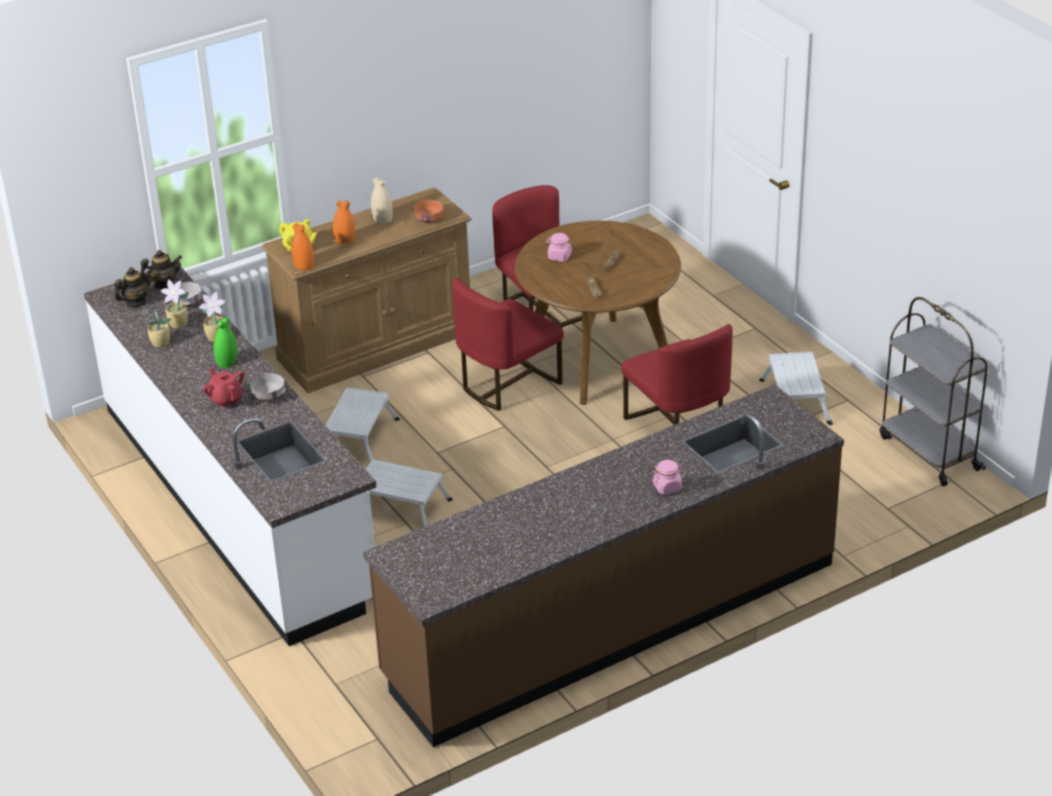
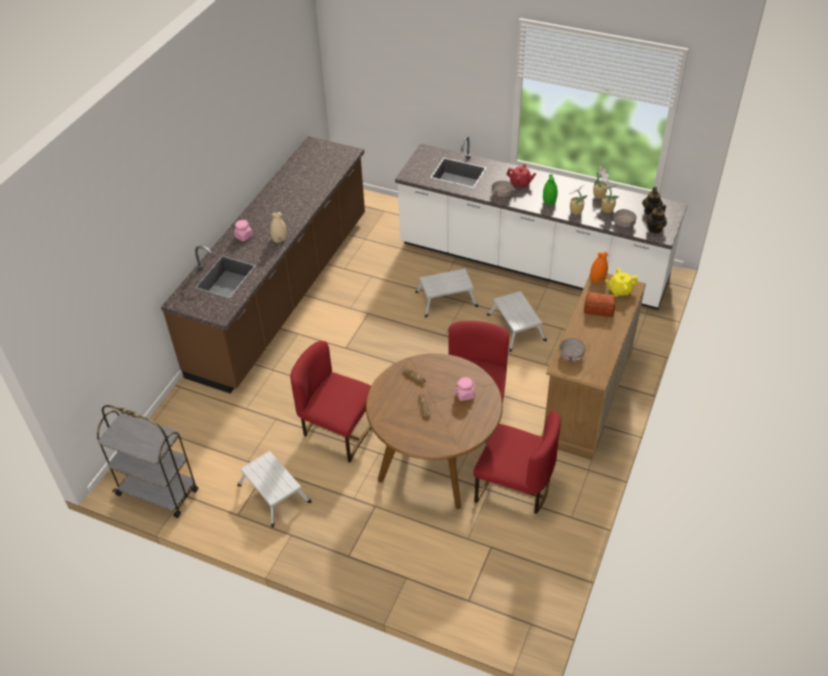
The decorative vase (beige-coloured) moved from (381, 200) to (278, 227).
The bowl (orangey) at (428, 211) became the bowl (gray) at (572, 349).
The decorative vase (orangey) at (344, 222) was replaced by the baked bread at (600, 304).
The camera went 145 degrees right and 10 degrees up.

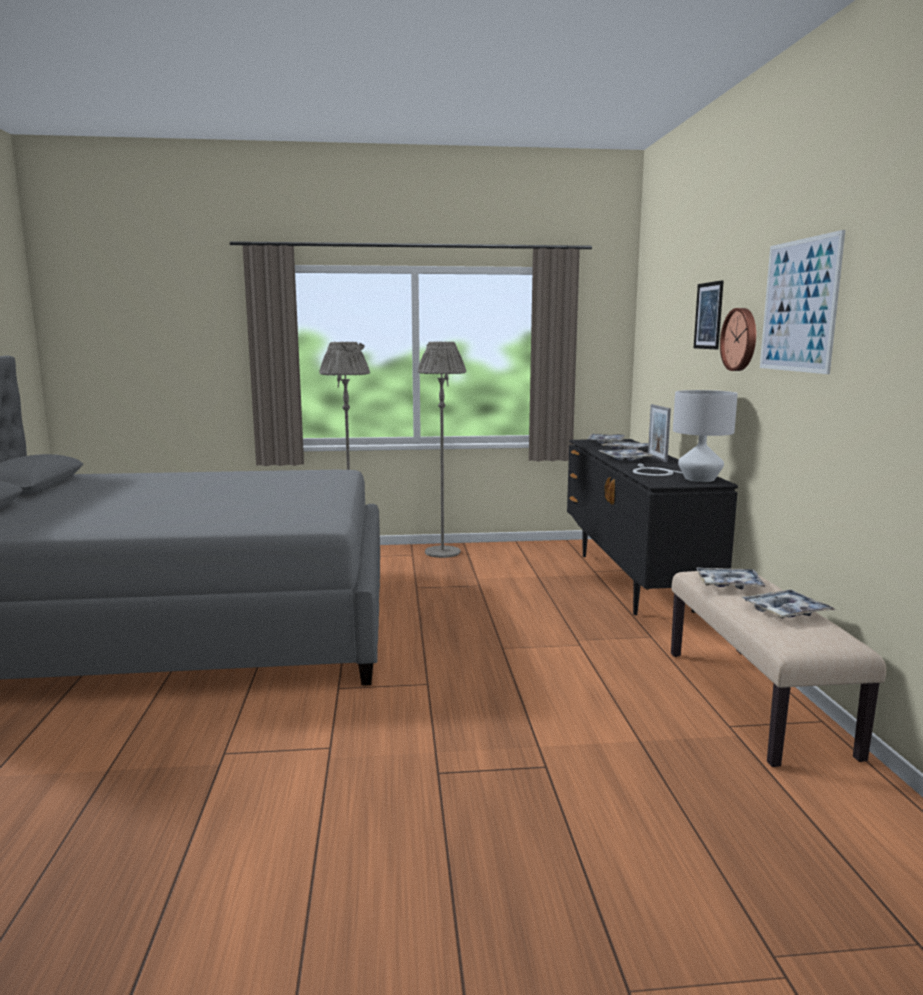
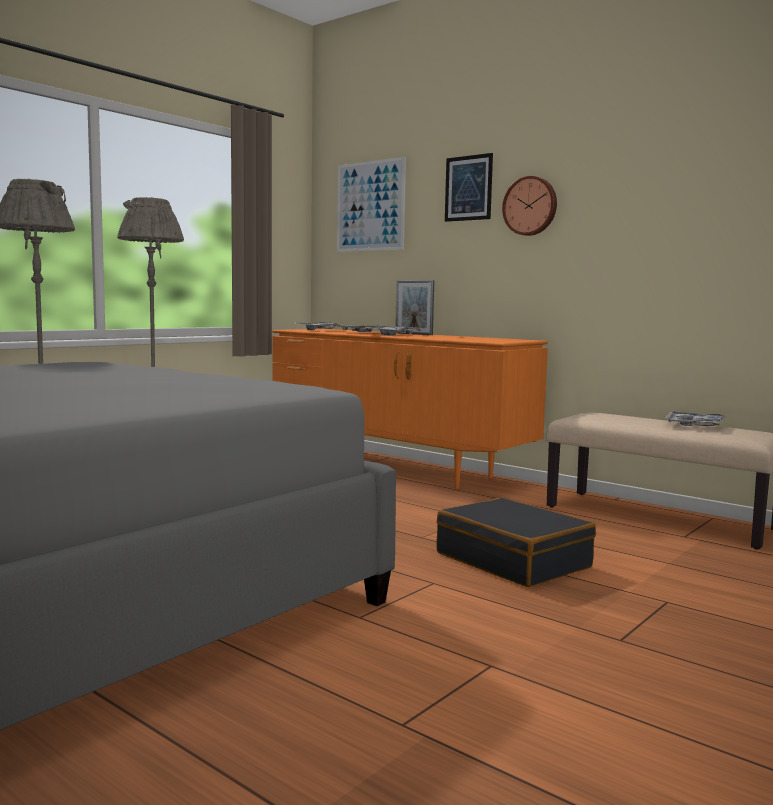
The drawer chest (black) at (652, 527) became the drawer chest (orangey) at (410, 409).
The wall art moved from (802, 302) to (371, 204).
The suitcase (black) at (516, 542) appeared.
The table lamp (white-coloured) at (685, 436) disappeared.
The tray at (731, 578) disappeared.
The camera went 45 degrees left and 5 degrees down.

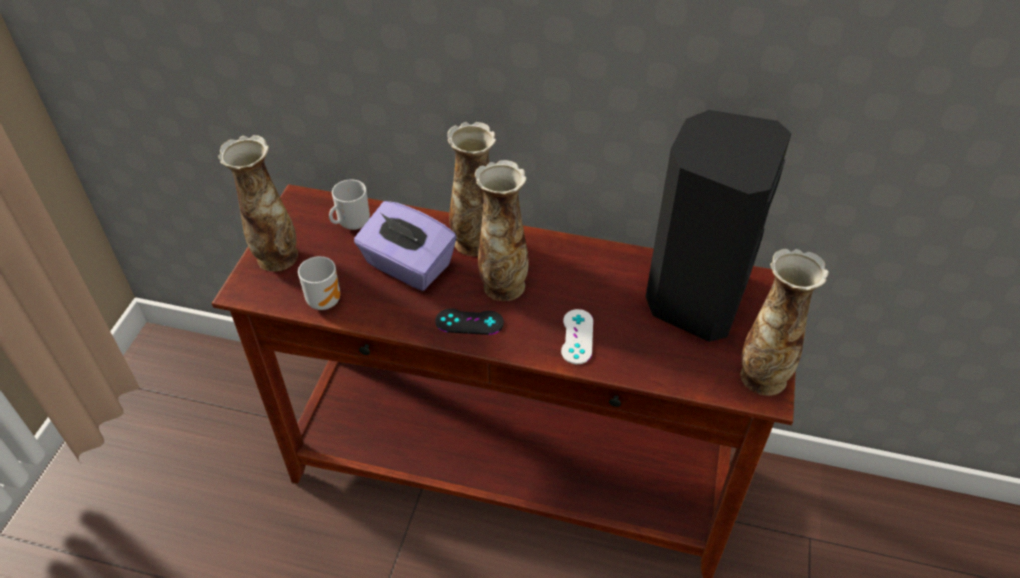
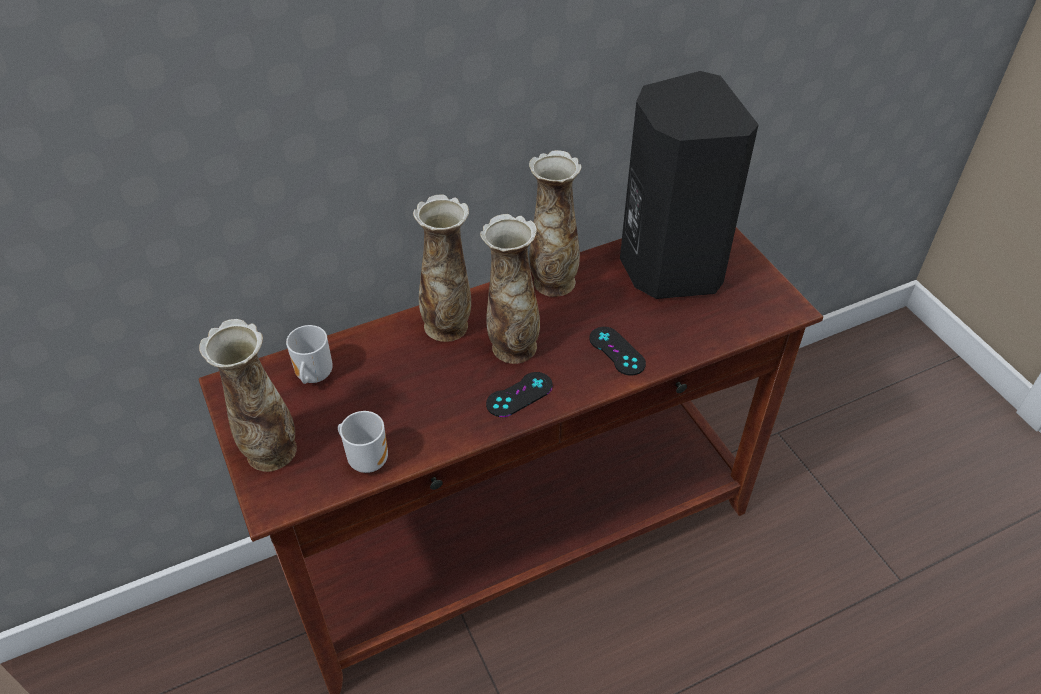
The decorative vase moved from (785, 322) to (555, 223).
The gamepad (white-coloured) at (577, 336) became the gamepad (black) at (617, 351).
The tissue holder (purple-coloured) at (405, 246) disappeared.
The camera went 40 degrees left and 0 degrees up.

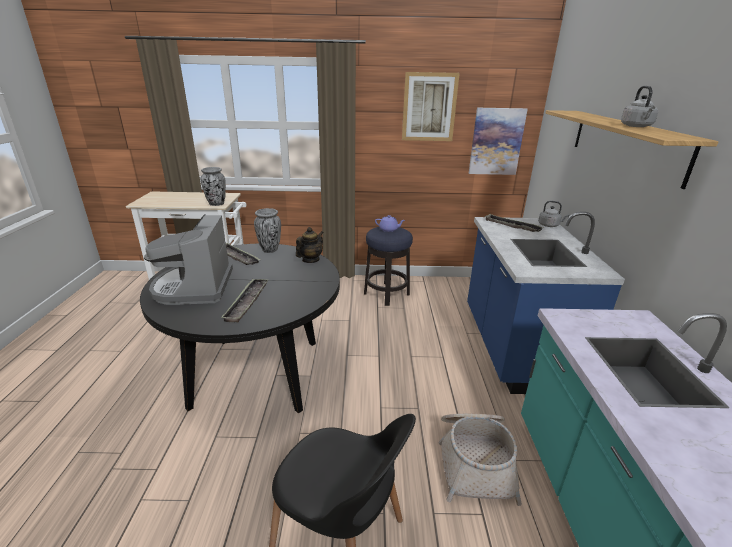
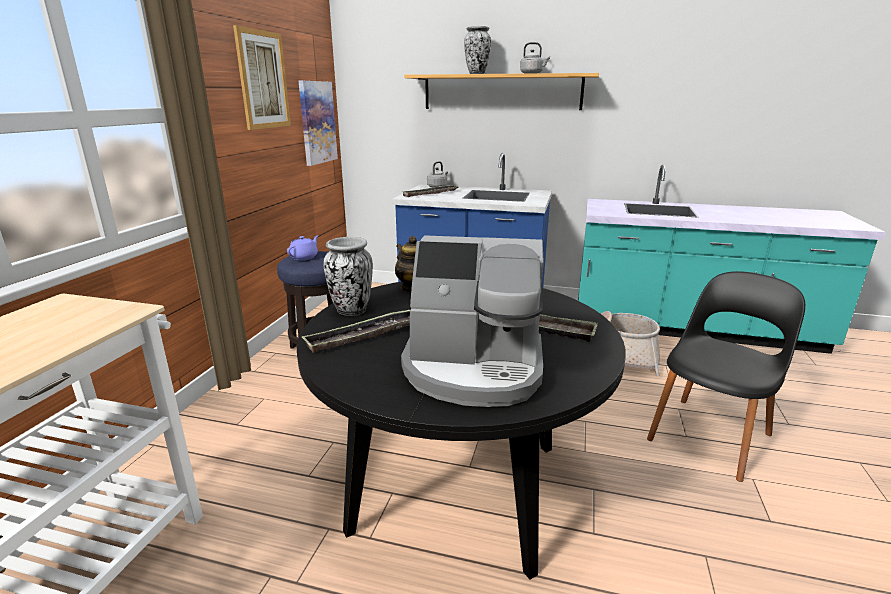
The decorative vase moved from (213, 186) to (477, 50).
The camera went 75 degrees left and 5 degrees down.

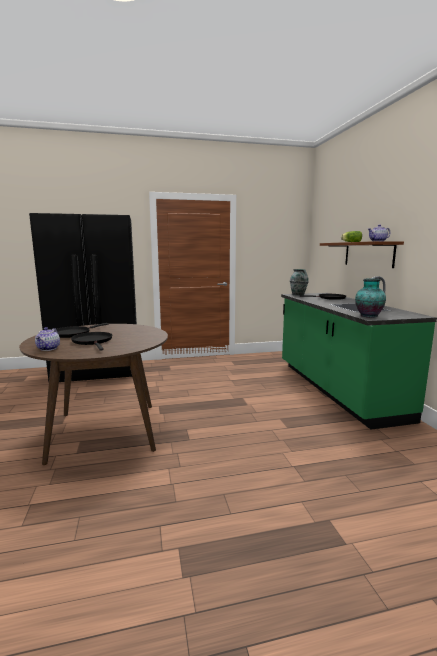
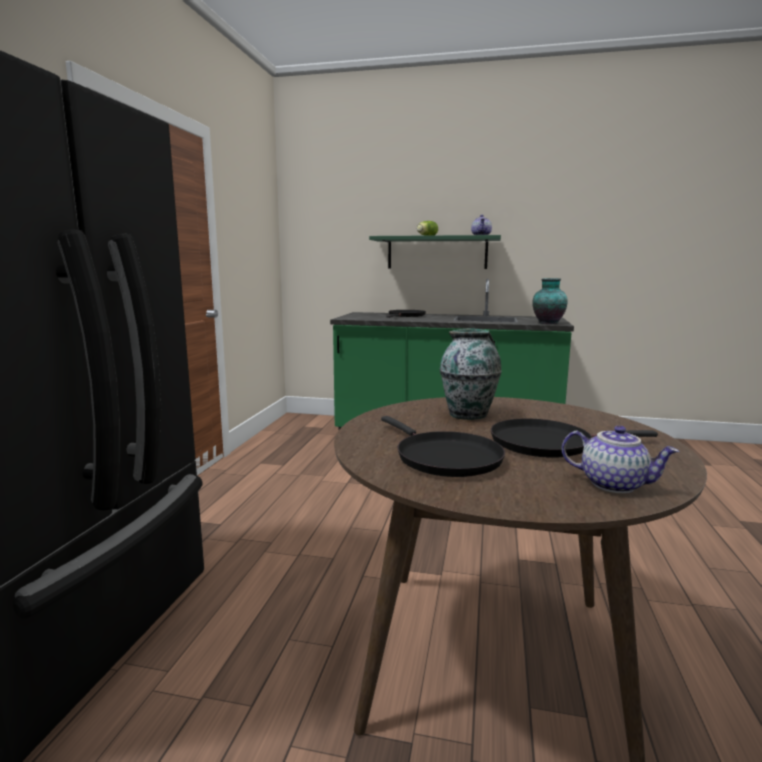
The shelf (brownish) at (362, 254) became the shelf (green-coloured) at (435, 252).
The decorative vase moved from (299, 282) to (471, 374).
The camera went 65 degrees left and 0 degrees up.

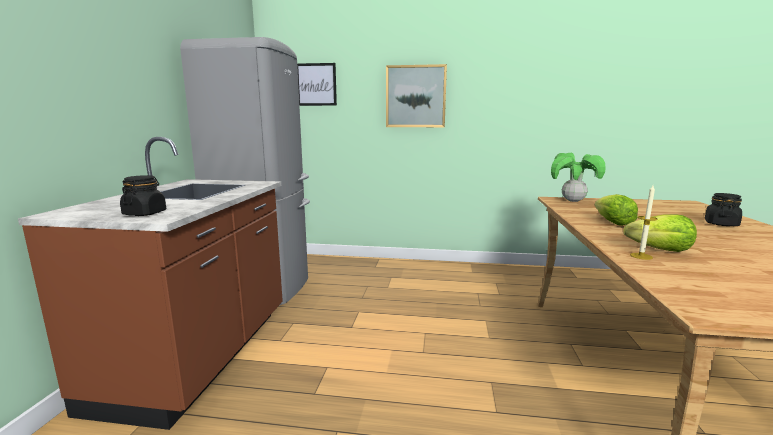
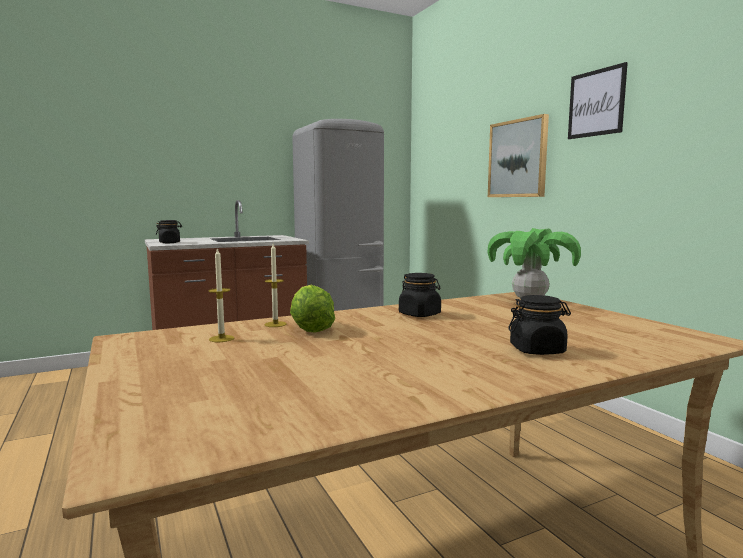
The candle at (221, 295) appeared.
The lettuce head at (616, 210) was replaced by the preserve jar (black) at (420, 295).
The wall art moved from (317, 84) to (598, 100).
The camera went 55 degrees right and 5 degrees down.

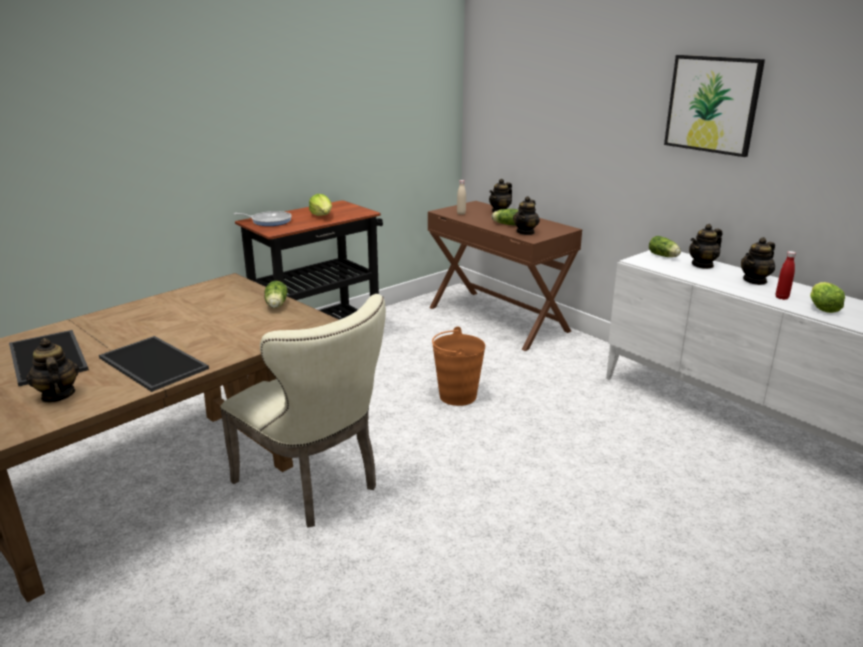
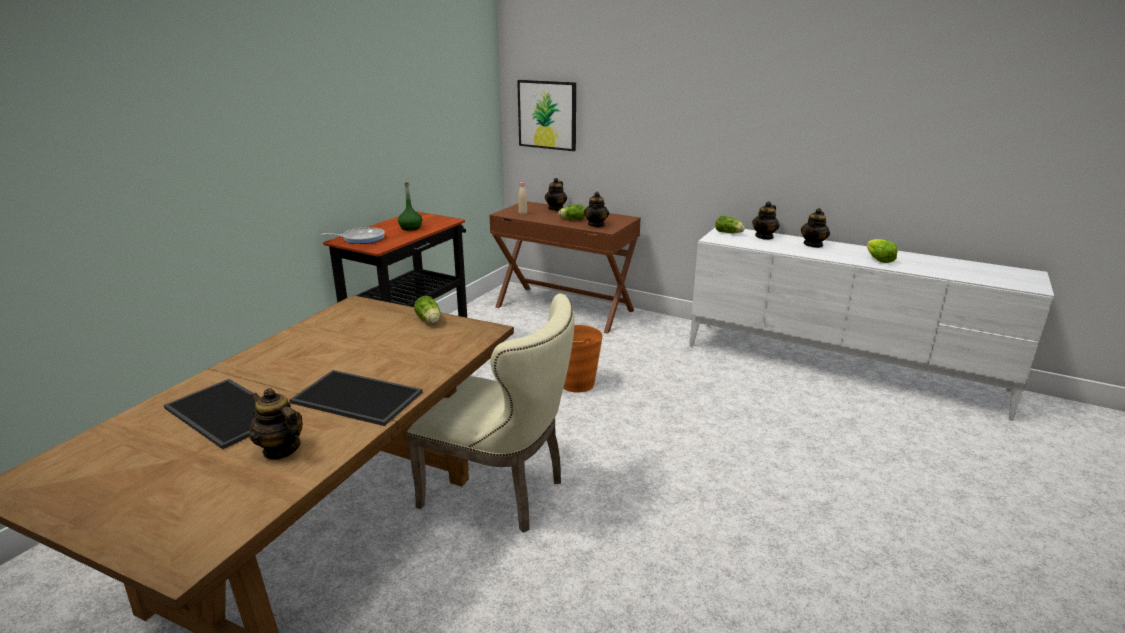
The lettuce head at (320, 205) was replaced by the bottle (green-coloured) at (410, 206).
The wall art moved from (714, 106) to (546, 115).
The bottle (red-coloured) at (786, 275) disappeared.
The camera went 20 degrees left and 0 degrees up.

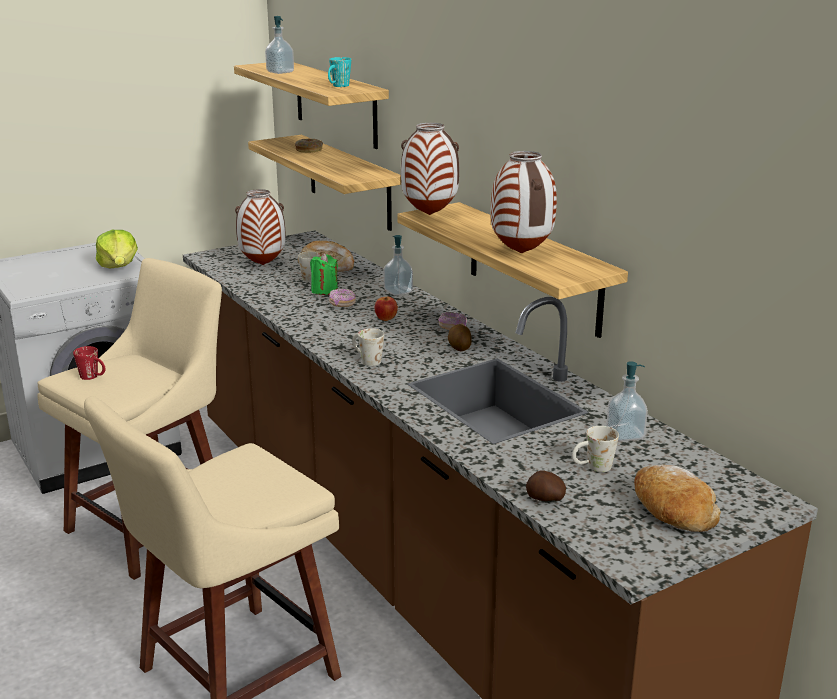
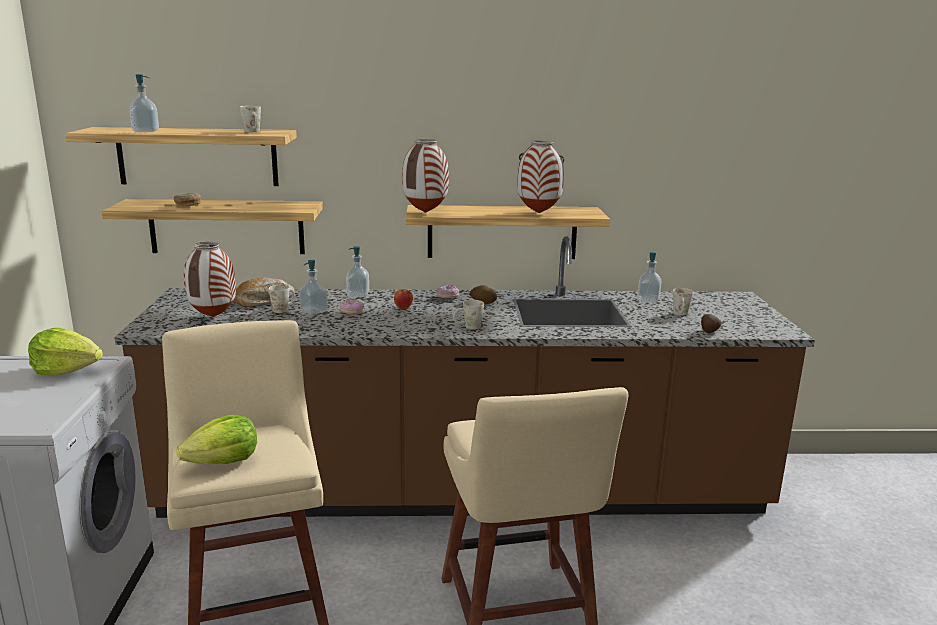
The mug (red-coloured) at (89, 363) was replaced by the lettuce head at (216, 439).
The mug (turquoise-coloured) at (339, 72) became the mug (white-coloured) at (250, 119).
The candle (green-coloured) at (324, 274) was replaced by the soap bottle at (313, 287).
The baked bread at (677, 498) disappeared.
The camera went 60 degrees left and 5 degrees down.

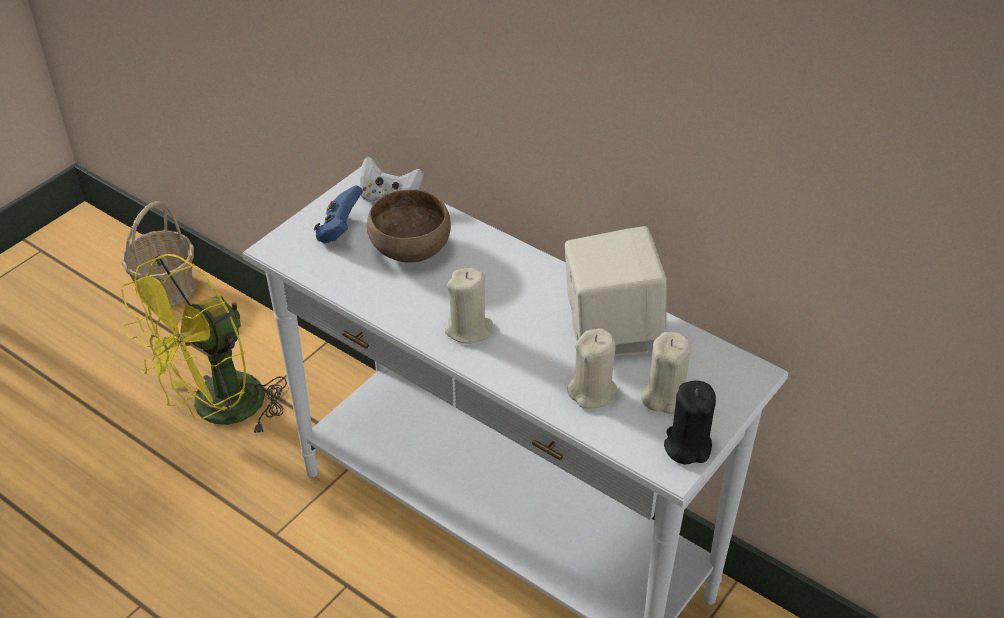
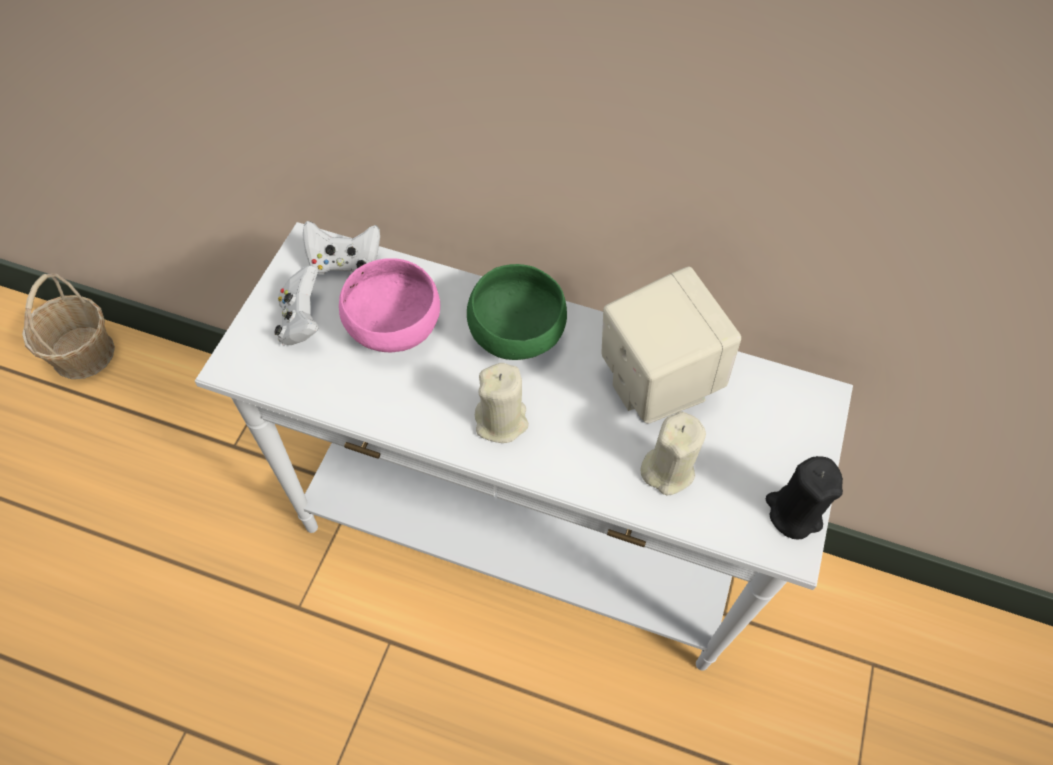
The gamepad (bluish) at (338, 214) became the gamepad (white-coloured) at (297, 305).
The bowl (brownish) at (409, 226) became the bowl (pinkish) at (389, 305).
The bowl (green-coloured) at (517, 312) appeared.
The cooling fan (yellowish) at (204, 345) disappeared.
The candle (beige-coloured) at (666, 373) disappeared.
The camera went 20 degrees left and 15 degrees up.

